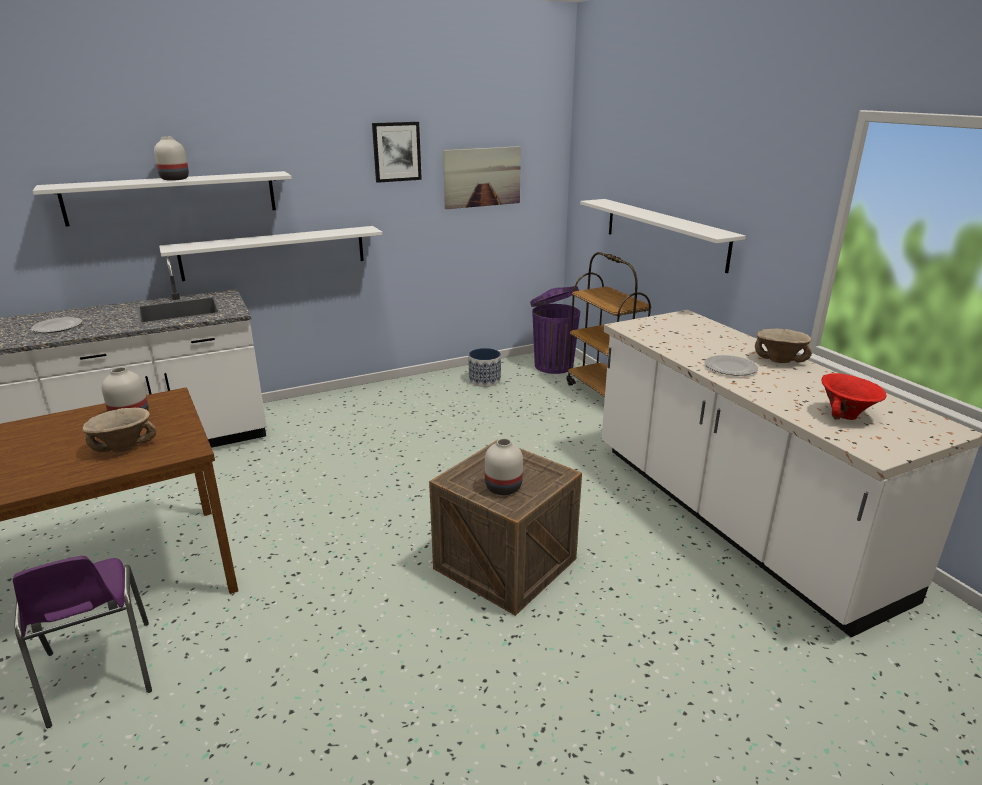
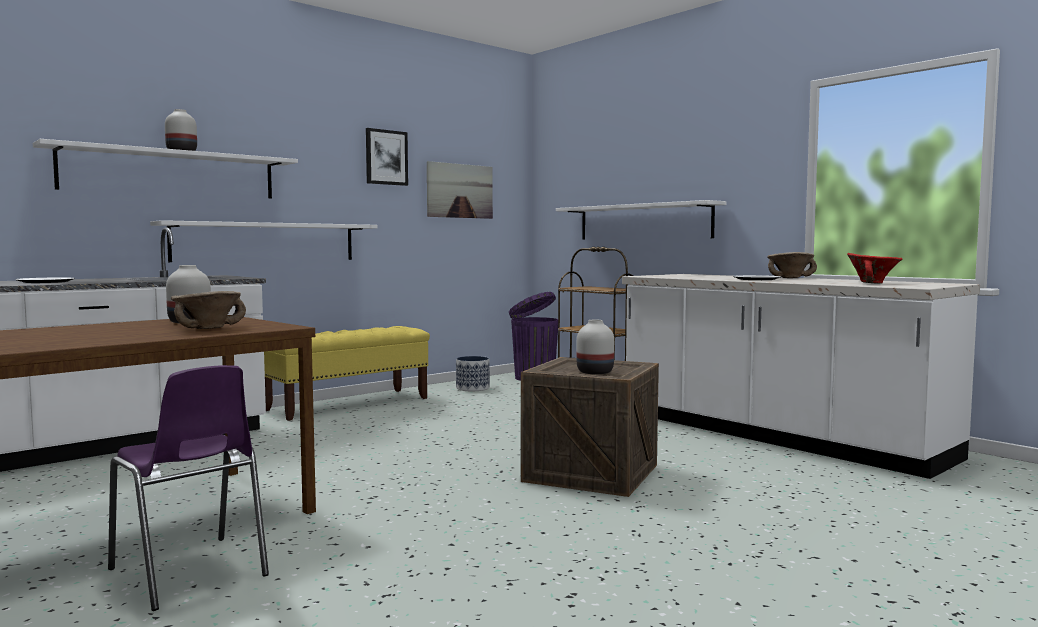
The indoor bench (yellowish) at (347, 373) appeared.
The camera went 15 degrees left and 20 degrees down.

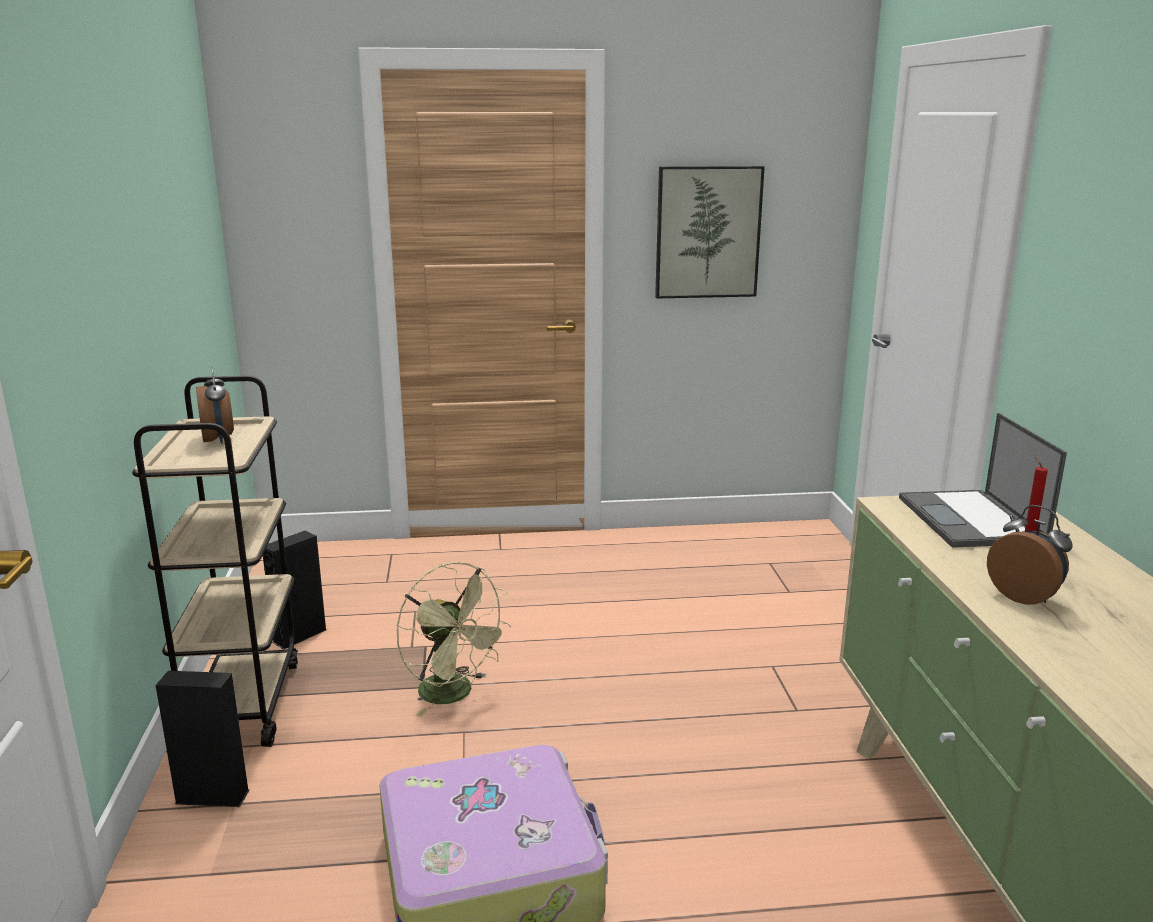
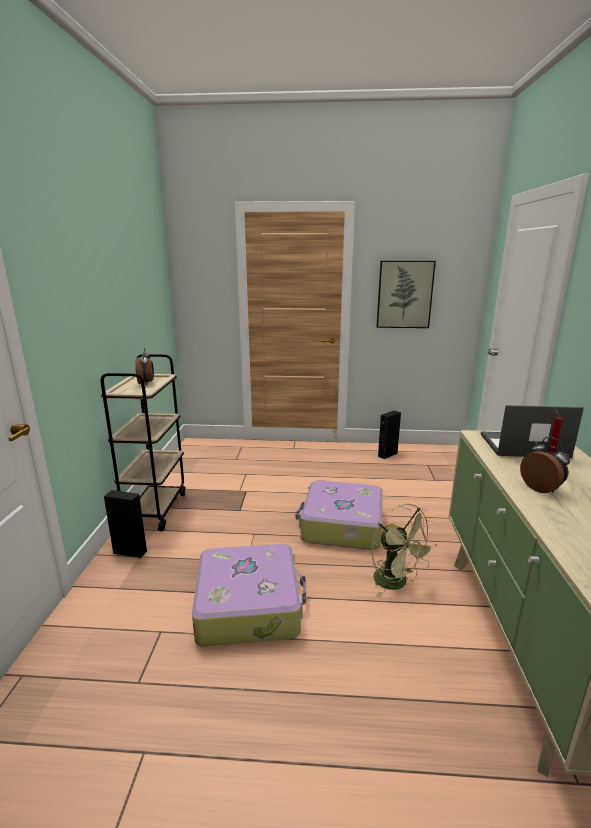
The suitcase at (339, 515) appeared.
The cooling fan (green-coloured) moved from (454, 639) to (404, 551).
The audio speaker (black) moved from (295, 590) to (389, 434).
The notebook computer at (983, 480) turned 90 degrees clockwise.
The camera went 10 degrees right and 0 degrees up.

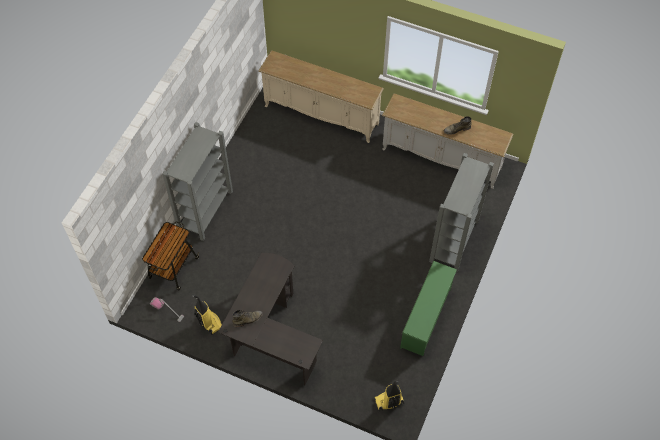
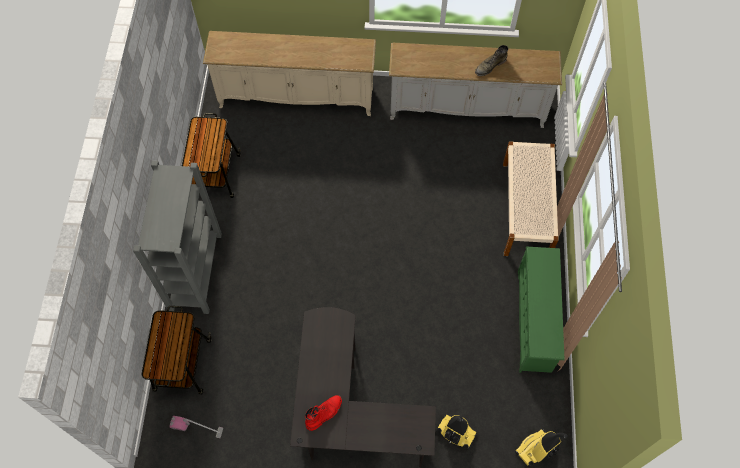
The wheeled cart at (211, 155) appeared.
The boot (green-coloured) at (247, 318) became the boot (red-coloured) at (323, 413).
The vacuum cleaner moved from (207, 314) to (456, 432).
The shelving unit (gray) at (461, 212) was replaced by the indoor bench (beige-coloured) at (531, 198).
The camera went 20 degrees left and 5 degrees up.

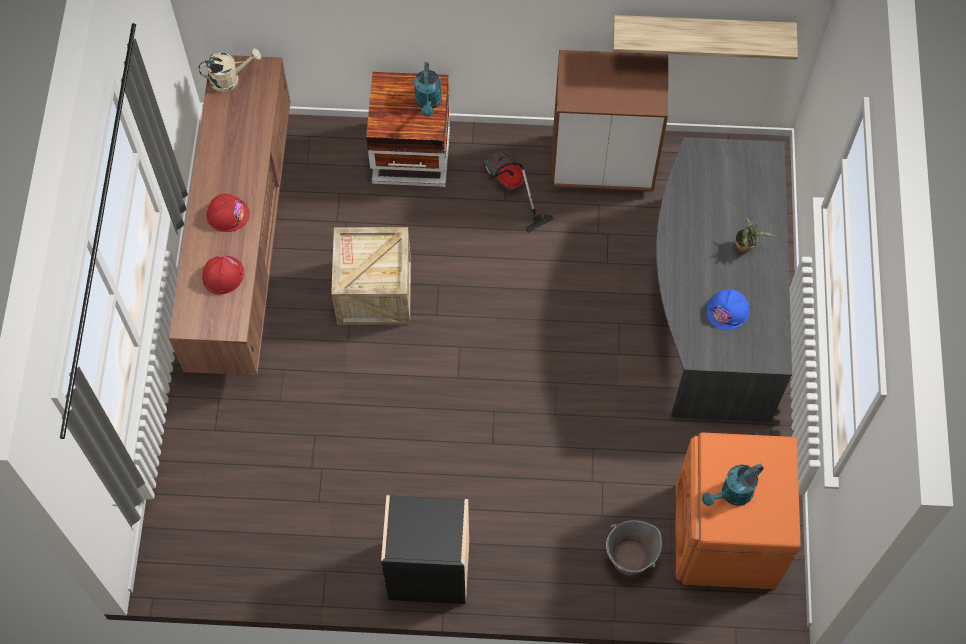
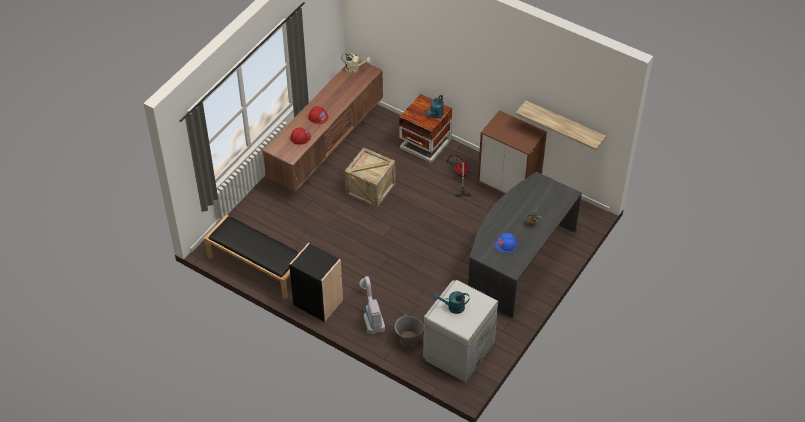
The indoor bench (black) at (251, 257) appeared.
The vacuum cleaner at (372, 305) appeared.
The washing machine (orangey) at (738, 511) became the washing machine (white-coloured) at (460, 331).
The camera went 30 degrees right and 15 degrees down.

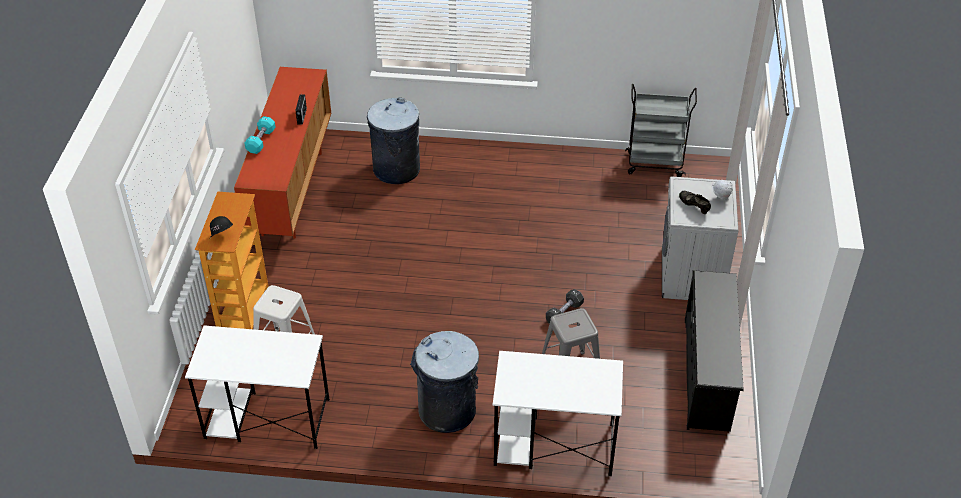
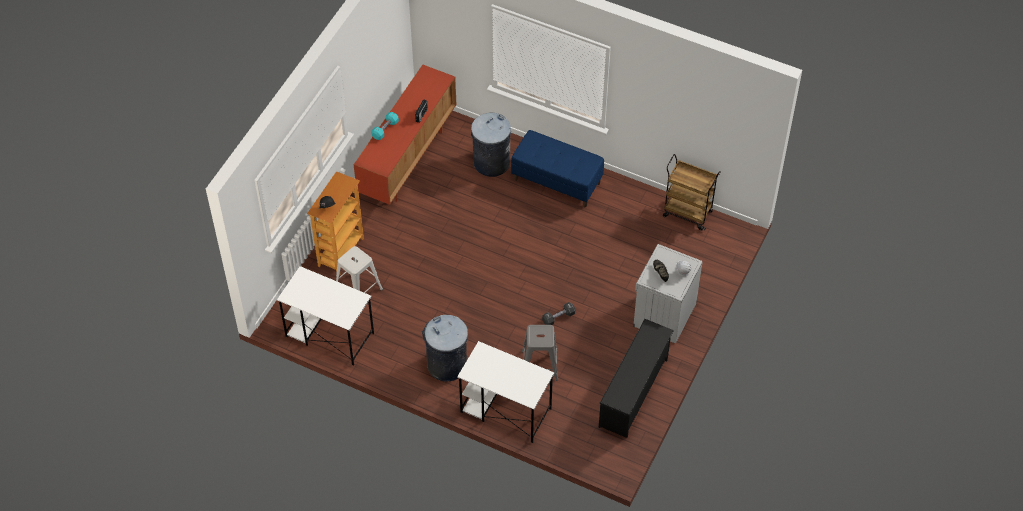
The indoor bench (bluish) at (557, 168) appeared.
The wheeled cart (gray) at (661, 130) became the wheeled cart (brownish) at (692, 192).
The camera went 20 degrees right and 10 degrees up.

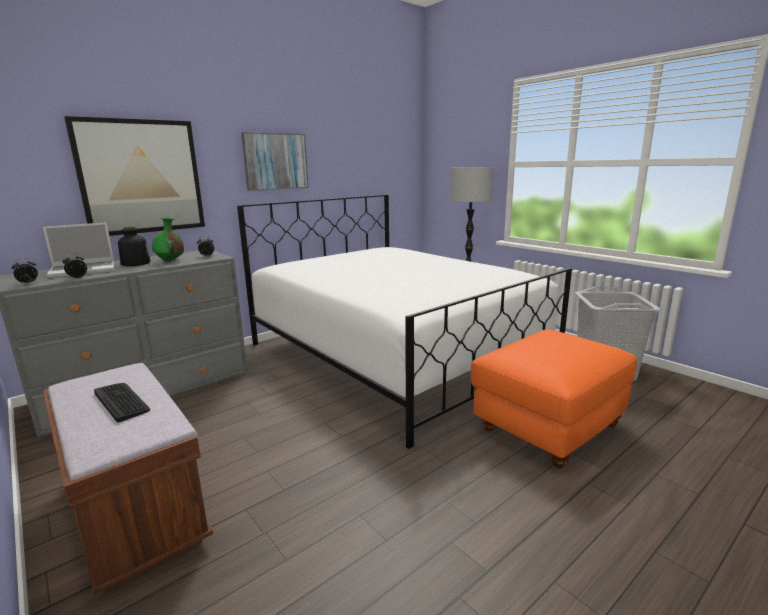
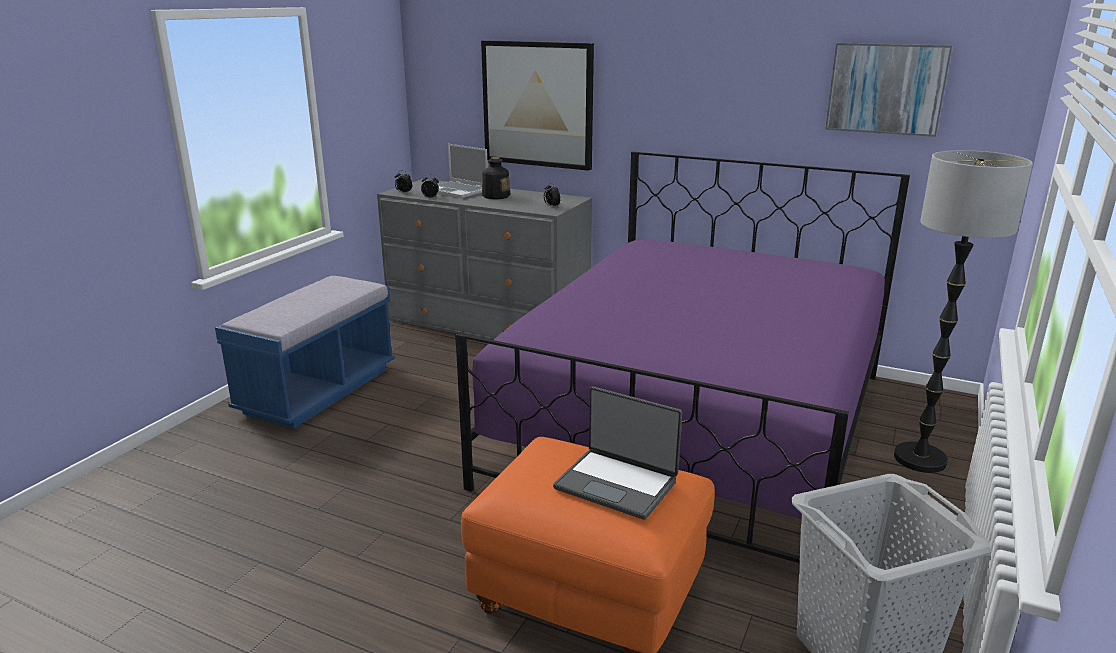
The indoor bench (brownish) at (128, 478) became the indoor bench (bluish) at (305, 352).
The sleeping bed (white-coloured) at (404, 322) became the sleeping bed (purple-coloured) at (682, 357).
The notebook computer at (617, 453) appeared.
The wall art moved from (274, 161) to (888, 90).
The PC keyboard at (122, 403) disappeared.
The decorative vase (green-coloured) at (168, 239) disappeared.
The camera went 65 degrees right and 5 degrees up.

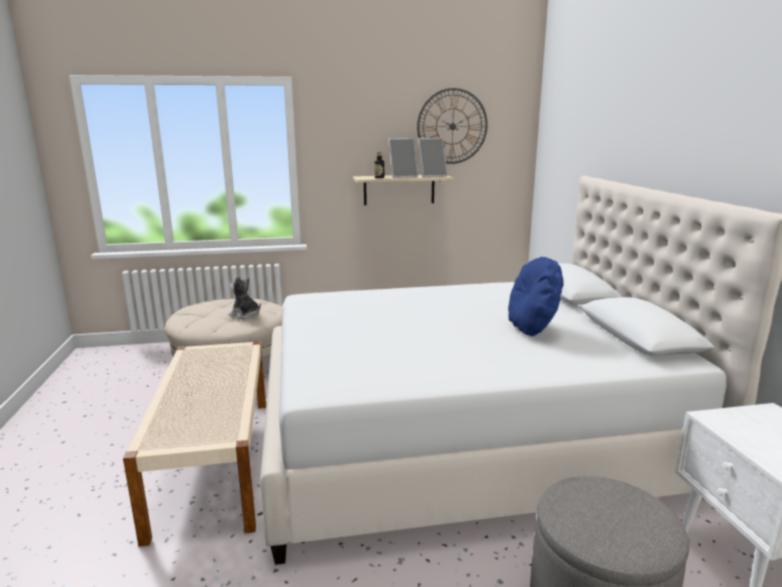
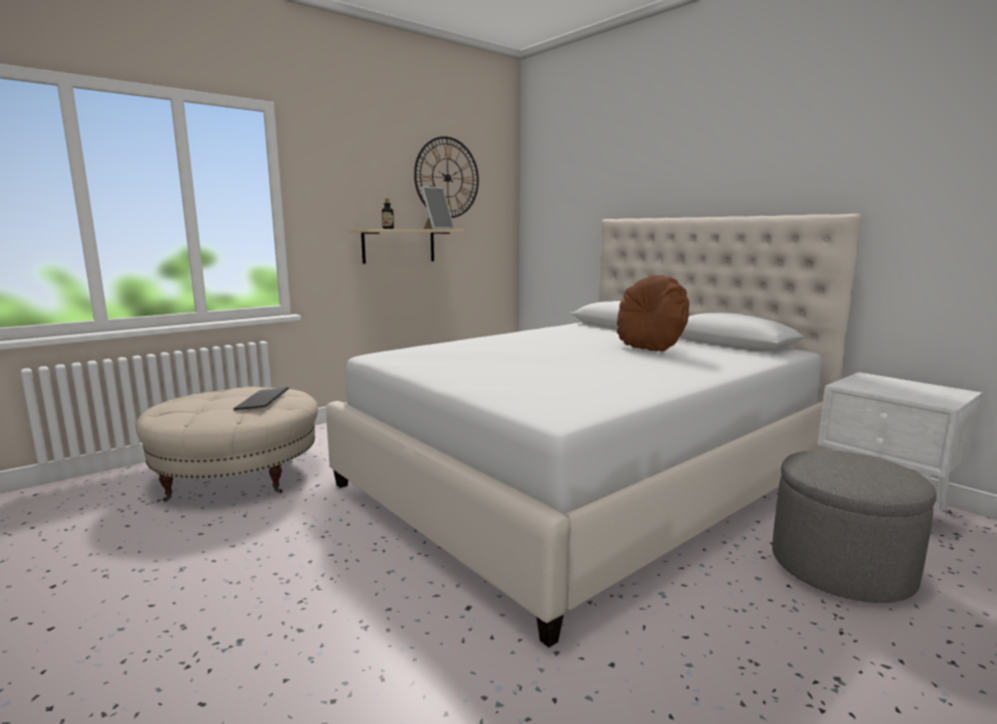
The cuddly toy at (245, 297) was replaced by the PC keyboard at (261, 398).
The pillow (bluish) at (536, 296) became the pillow (brownish) at (653, 313).
The indoor bench (beige-coloured) at (194, 444) disappeared.
The picture frame at (403, 158) disappeared.
The camera went 30 degrees left and 5 degrees down.

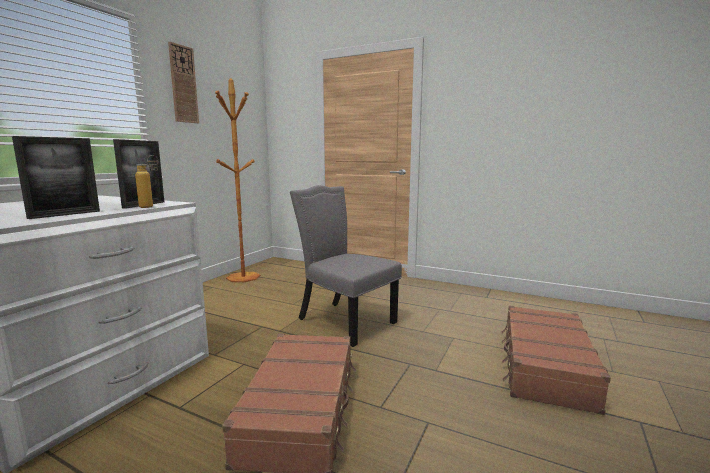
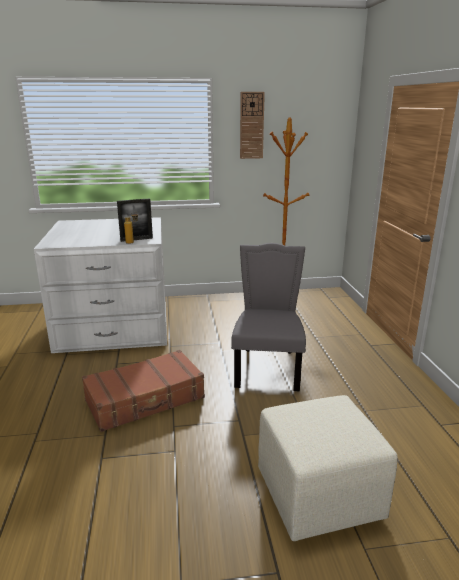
The suitcase (brownish) at (556, 360) was replaced by the footrest (beige-coloured) at (328, 468).
The picture frame at (56, 177) disappeared.
The camera went 55 degrees right and 10 degrees up.

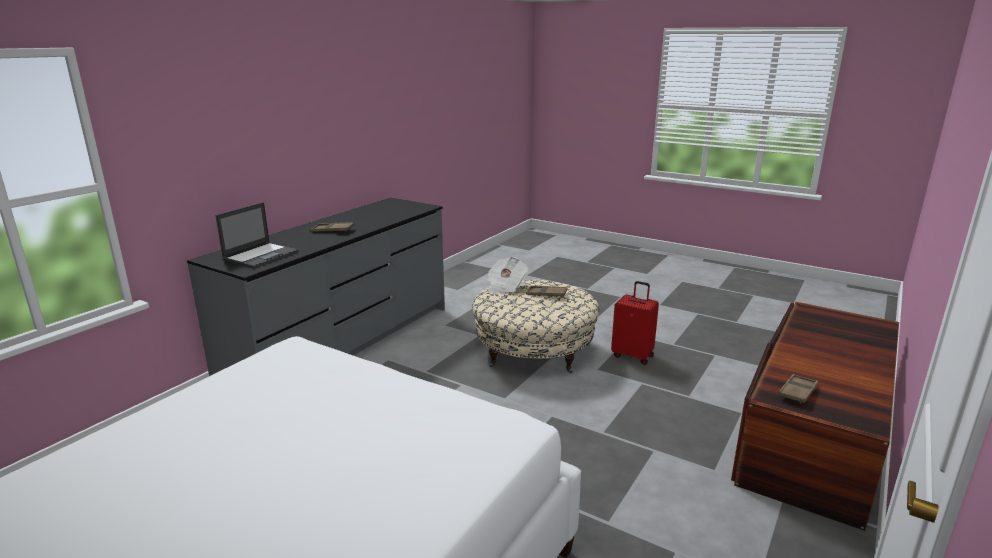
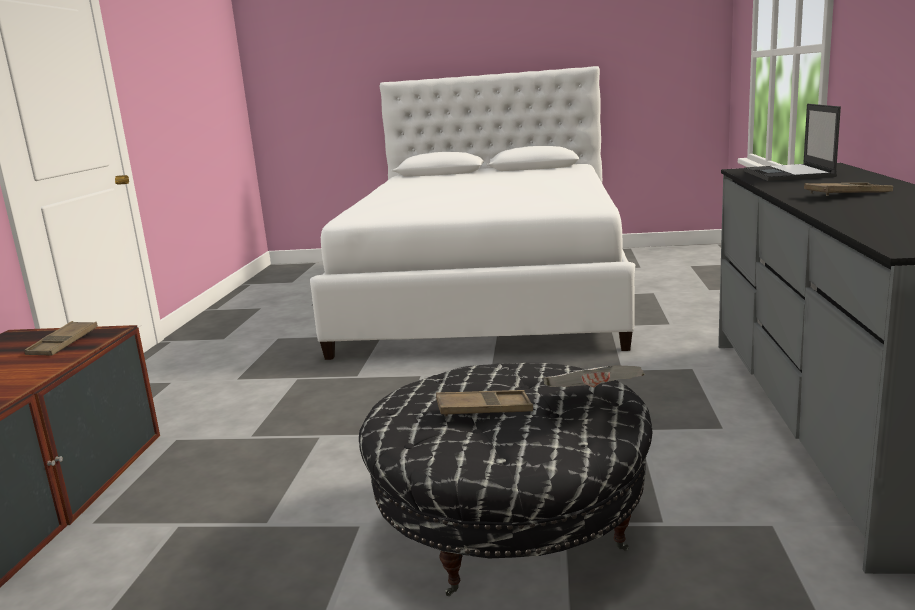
The footrest (beige-coloured) at (535, 326) became the footrest (black) at (505, 479).
The suitcase (red-coloured) at (635, 323) disappeared.
The camera went 155 degrees right and 5 degrees down.

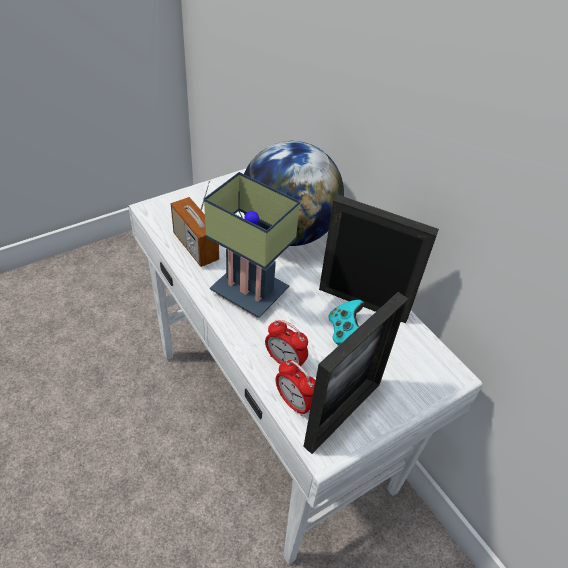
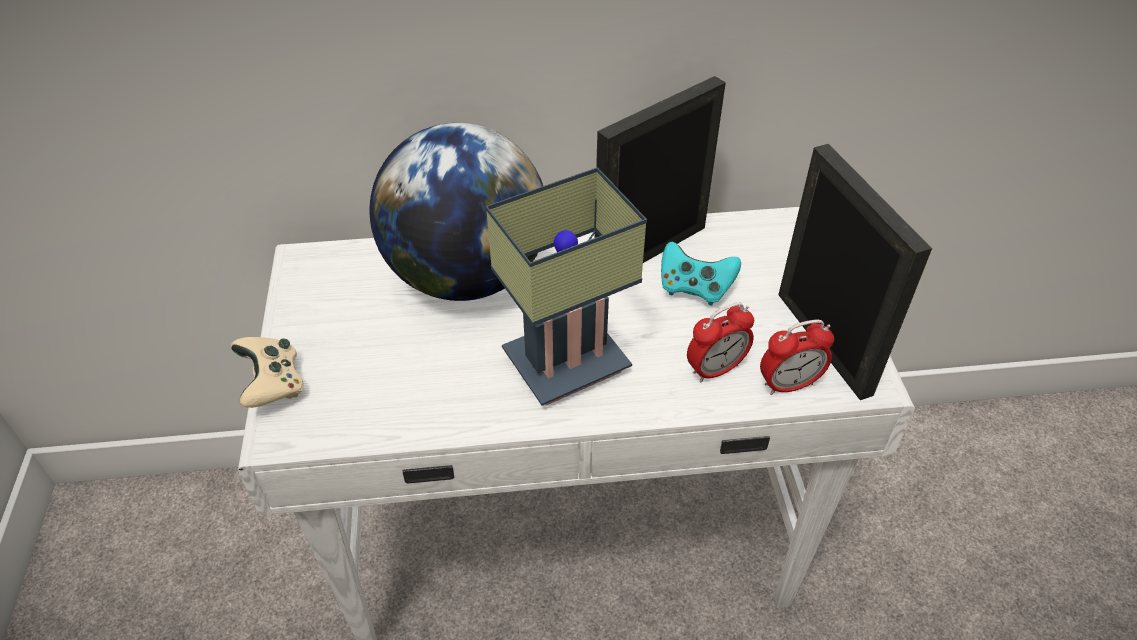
The gamepad (beige-coloured) at (267, 372) appeared.
The radio at (195, 223) disappeared.
The camera went 60 degrees left and 0 degrees up.

